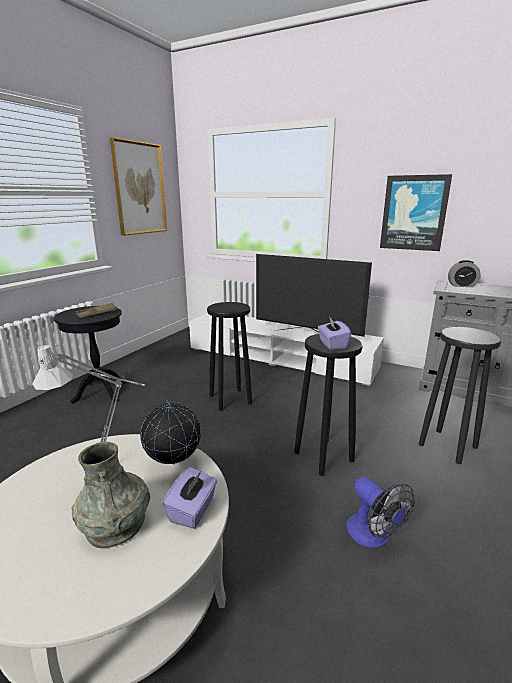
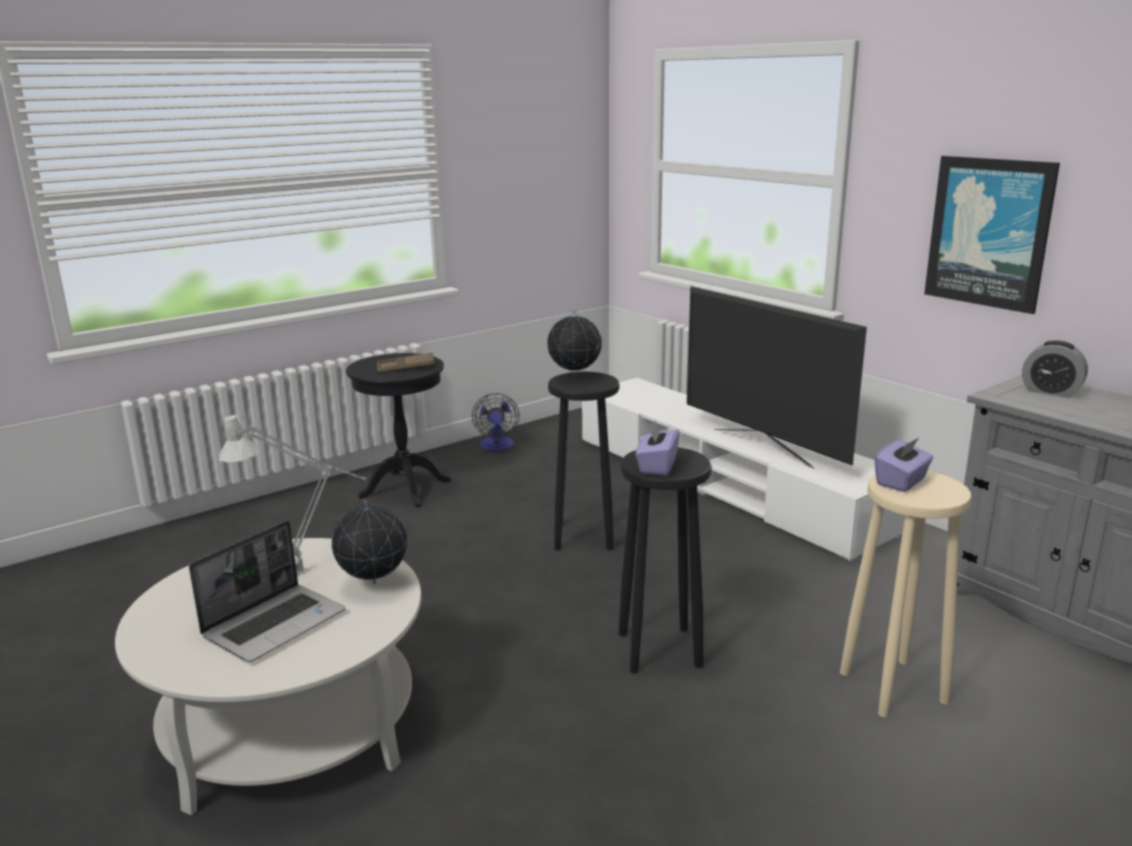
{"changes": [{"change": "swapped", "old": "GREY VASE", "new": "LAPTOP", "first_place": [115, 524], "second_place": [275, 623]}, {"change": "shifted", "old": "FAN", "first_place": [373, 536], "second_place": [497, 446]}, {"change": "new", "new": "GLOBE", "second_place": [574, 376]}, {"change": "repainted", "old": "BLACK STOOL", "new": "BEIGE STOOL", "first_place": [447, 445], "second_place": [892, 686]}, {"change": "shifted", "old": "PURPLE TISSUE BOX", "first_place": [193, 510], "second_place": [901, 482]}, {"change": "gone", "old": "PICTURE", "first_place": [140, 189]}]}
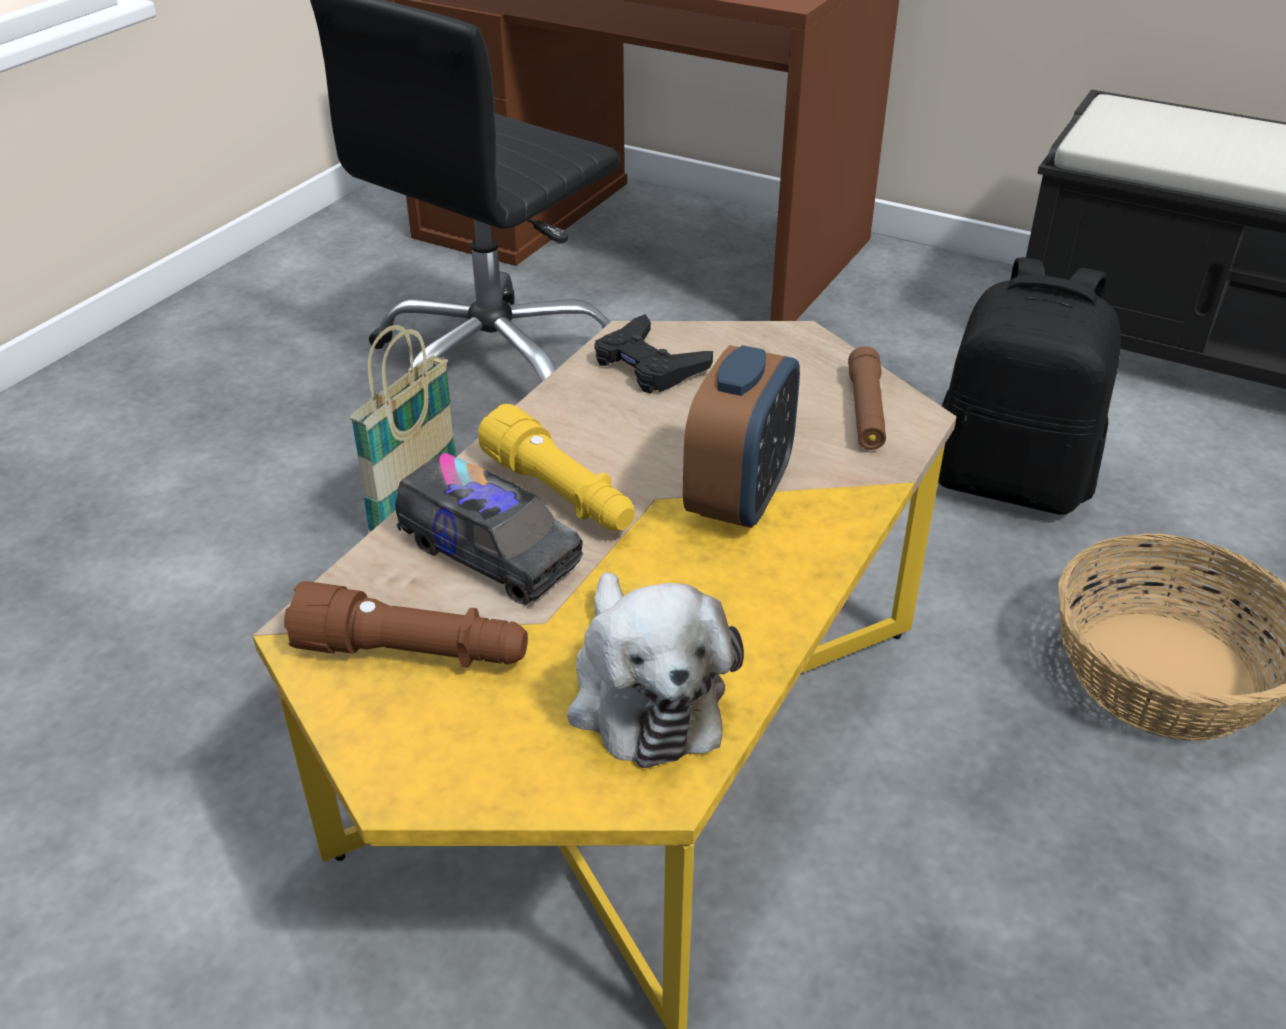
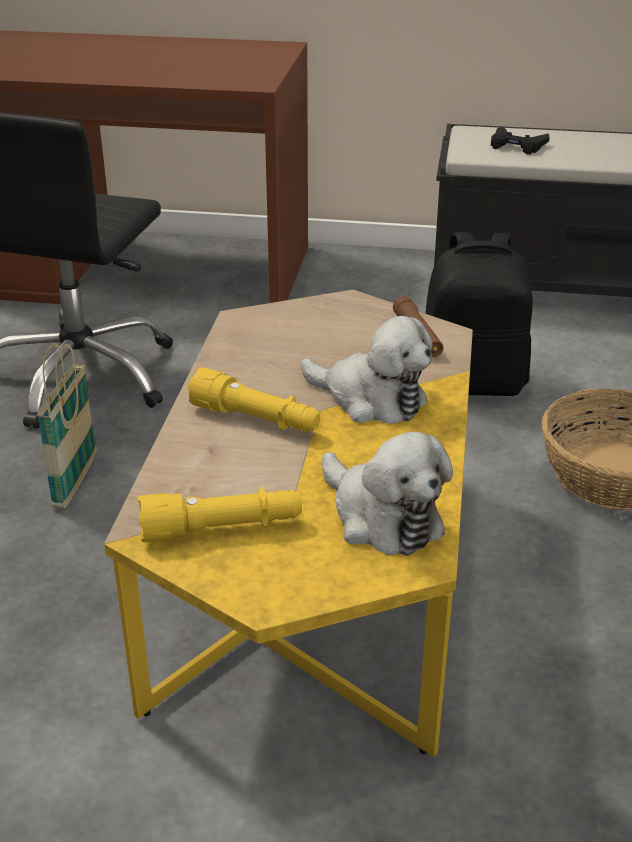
{"changes": [{"change": "repainted", "old": "BROWN FLASHLIGHT", "new": "YELLOW FLASHLIGHT", "first_place": [413, 653], "second_place": [222, 529]}, {"change": "swapped", "old": "ALARM CLOCK", "new": "PLUSH TOY", "first_place": [739, 498], "second_place": [371, 399]}, {"change": "shifted", "old": "BLACK GAME CONTROLLER", "first_place": [649, 365], "second_place": [517, 146]}, {"change": "gone", "old": "TOY TRUCK", "first_place": [490, 553]}]}
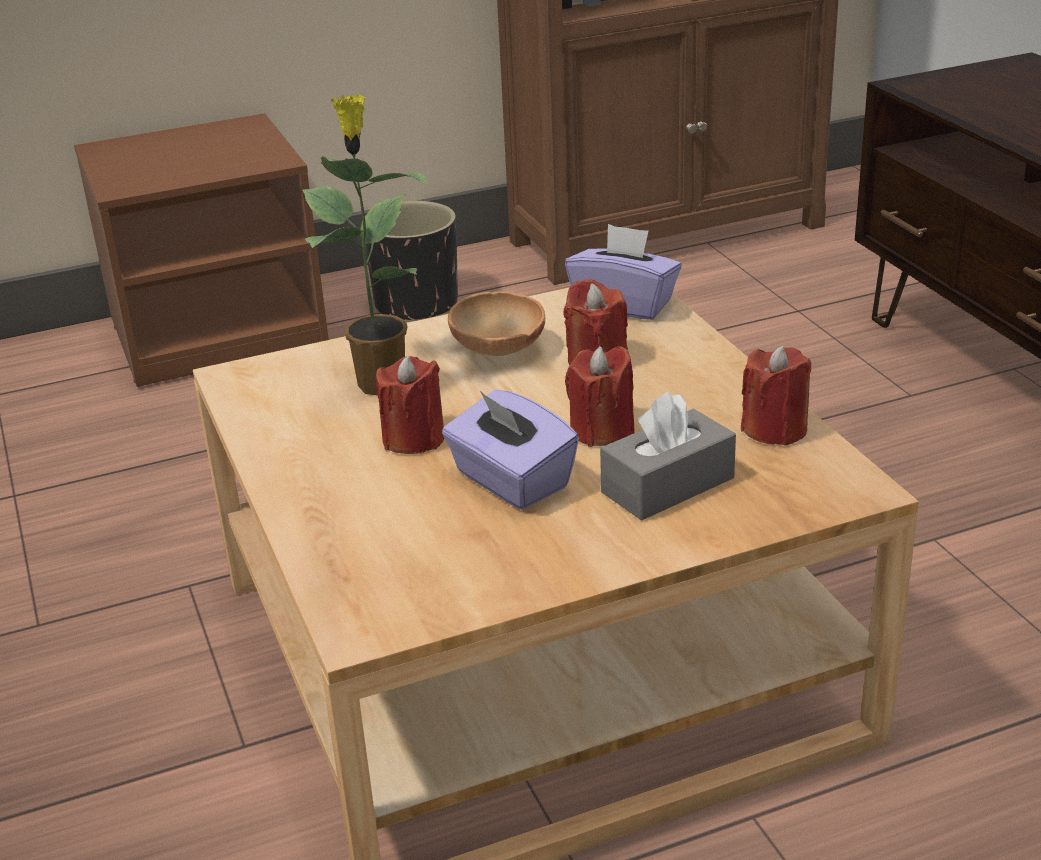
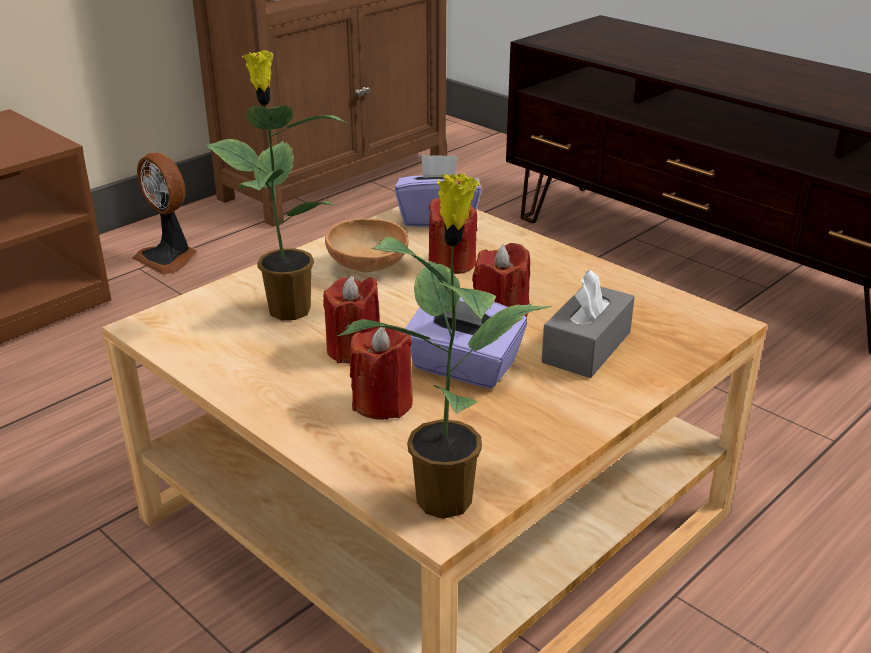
{"changes": [{"change": "swapped", "old": "BLACK PLANTER", "new": "FAN", "first_place": [417, 305], "second_place": [169, 258]}, {"change": "new", "new": "POTTED PLANT", "second_place": [446, 497]}, {"change": "shifted", "old": "RED CANDLE", "first_place": [775, 429], "second_place": [383, 403]}]}
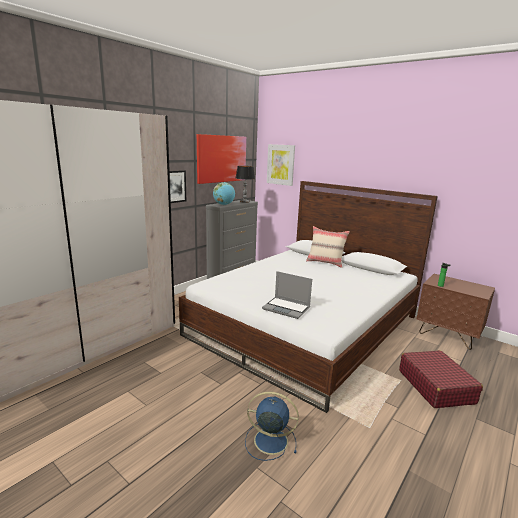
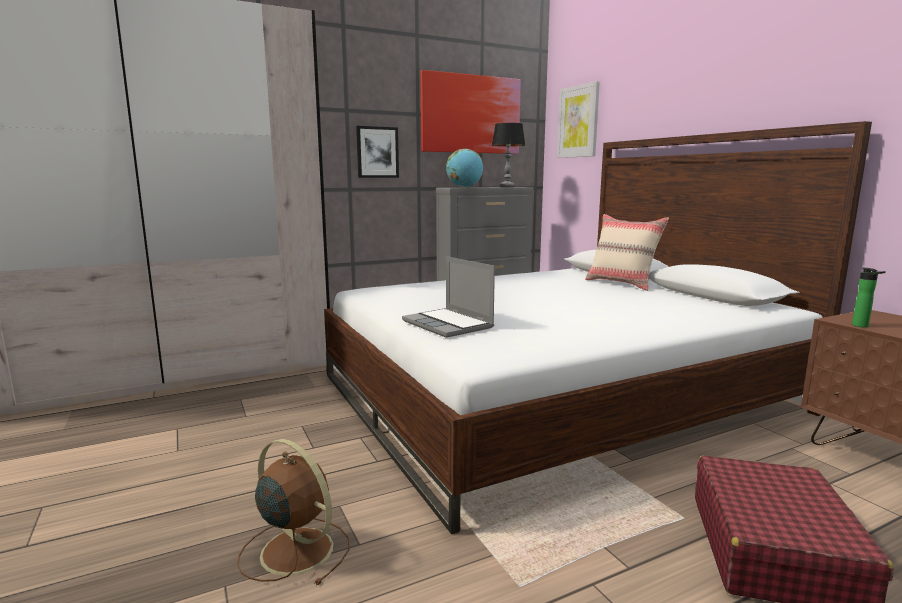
{"changes": [{"change": "repainted", "old": "BLUE FAN", "new": "BROWN FAN", "first_place": [269, 440], "second_place": [294, 549]}]}
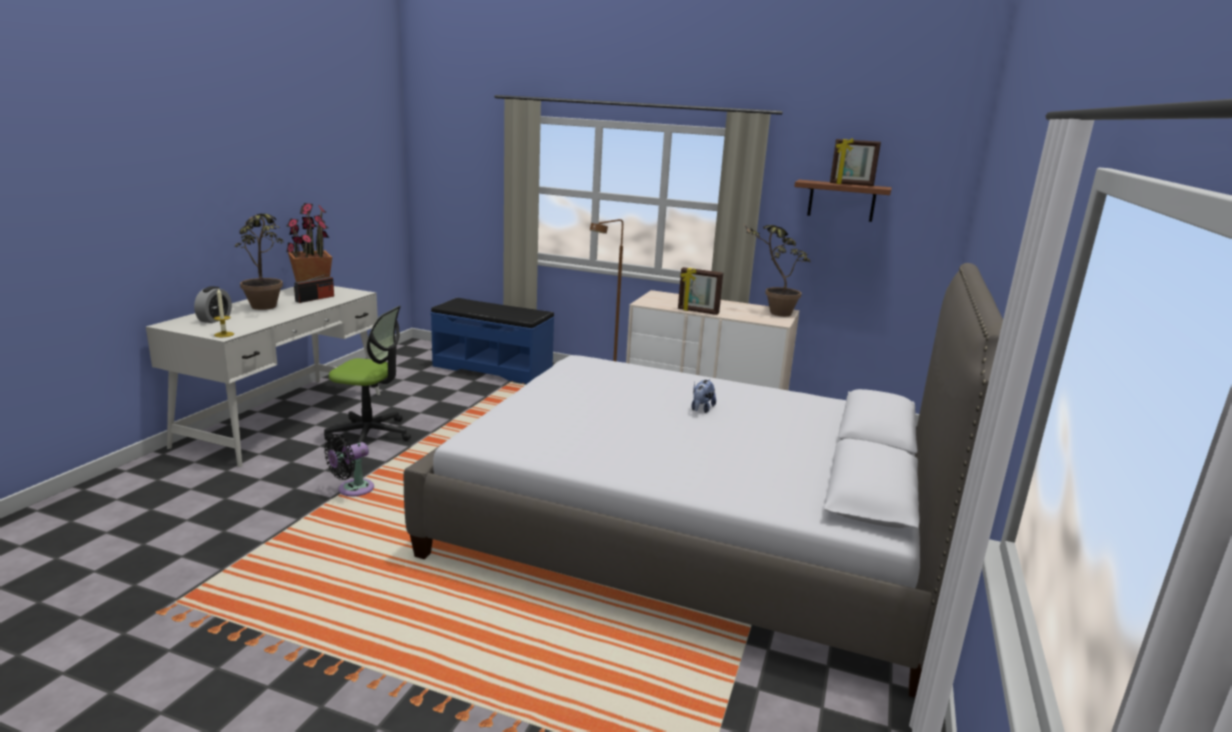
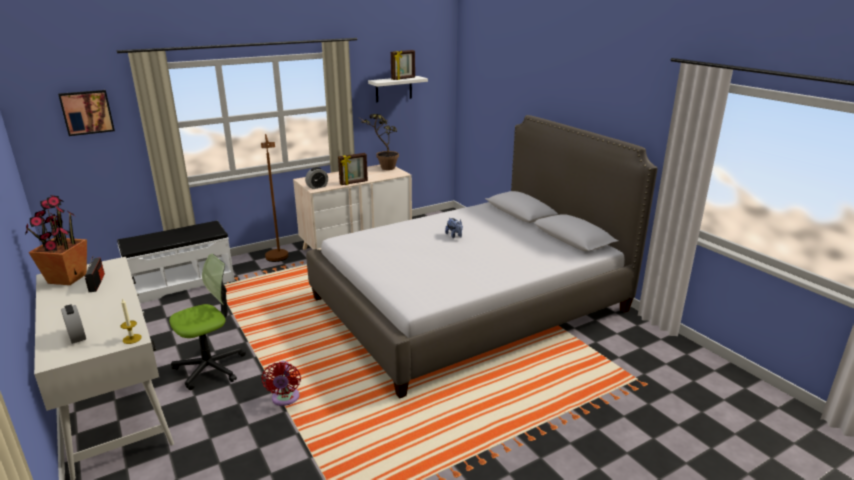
{"changes": [{"change": "new", "new": "PICTURE", "second_place": [87, 112]}, {"change": "repainted", "old": "BLUE BENCH", "new": "WHITE BENCH", "first_place": [493, 368], "second_place": [181, 283]}, {"change": "repainted", "old": "BLACK FAN", "new": "RED FAN", "first_place": [352, 490], "second_place": [285, 399]}, {"change": "new", "new": "ALARM CLOCK", "second_place": [317, 187]}, {"change": "repainted", "old": "BROWN SHELF", "new": "WHITE SHELF", "first_place": [841, 201], "second_place": [393, 89]}, {"change": "gone", "old": "POTTED PLANT", "first_place": [267, 308]}]}
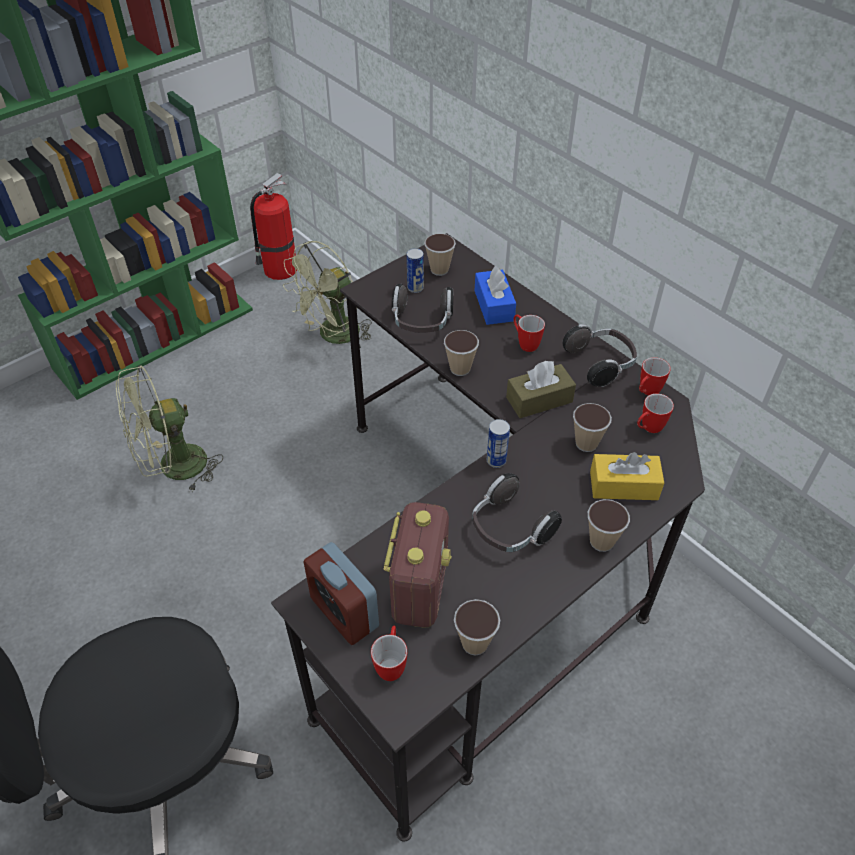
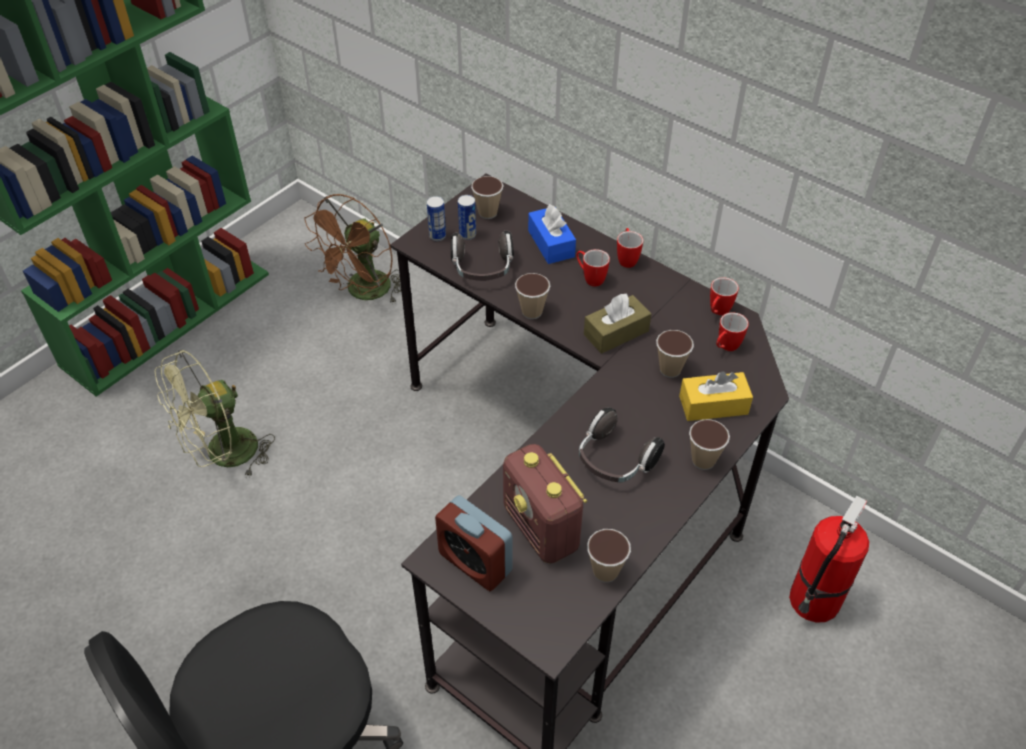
{"changes": [{"change": "repainted", "old": "GREEN FAN", "new": "BROWN FAN", "first_place": [333, 336], "second_place": [363, 293]}, {"change": "shifted", "old": "CAN", "first_place": [496, 460], "second_place": [437, 236]}, {"change": "rotated", "old": "RADIO", "first_place": [419, 588], "second_place": [541, 529], "degrees": 150}, {"change": "shifted", "old": "MUG", "first_place": [391, 663], "second_place": [627, 258]}, {"change": "shifted", "old": "FIRE EXTINGUISHER", "first_place": [279, 270], "second_place": [813, 602]}, {"change": "gone", "old": "HEADPHONES", "first_place": [600, 364]}]}
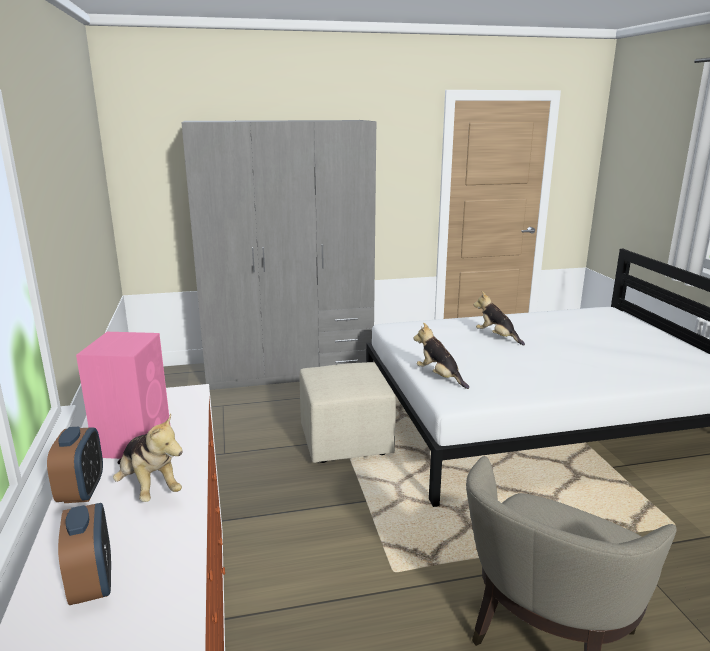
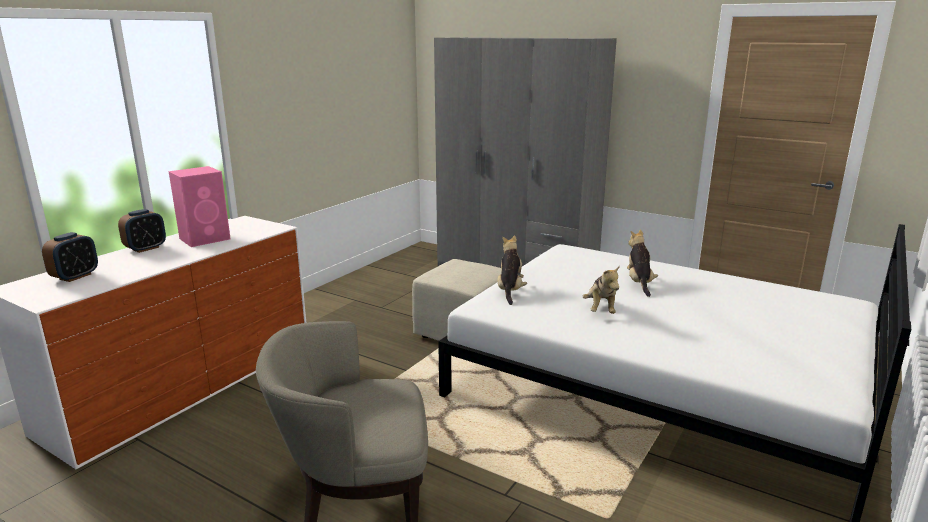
{"changes": [{"change": "shifted", "old": "PLUSH TOY", "first_place": [149, 488], "second_place": [600, 309]}]}
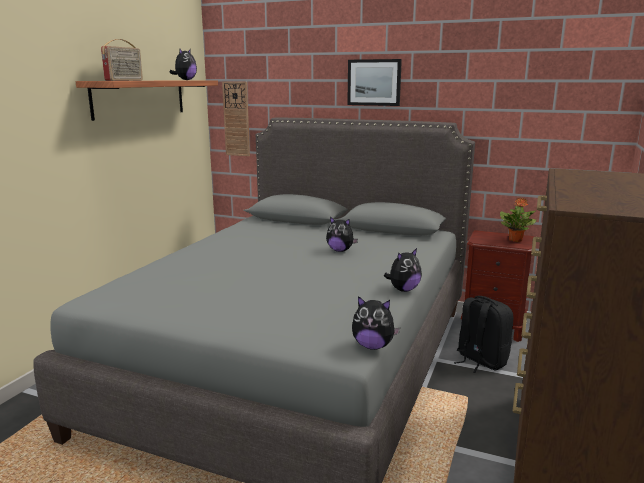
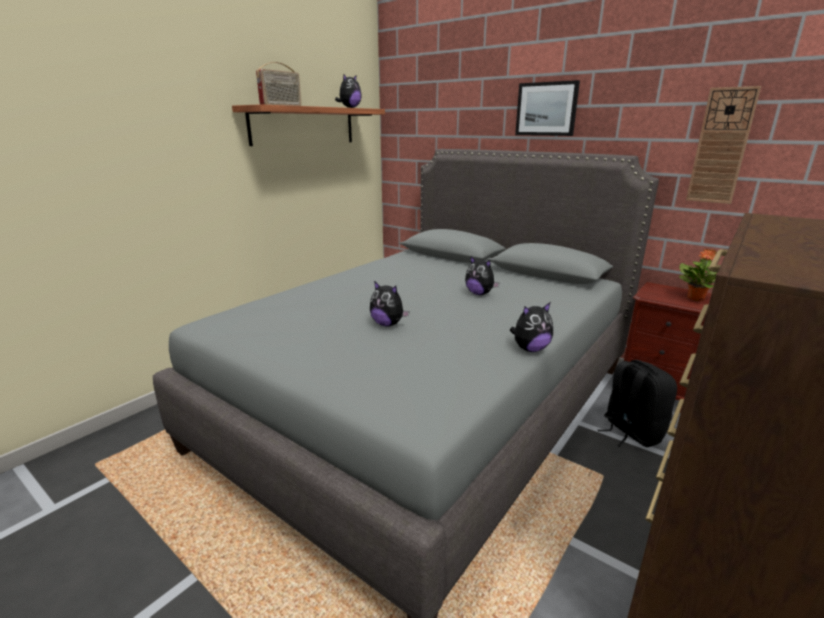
{"changes": [{"change": "shifted", "old": "PLUSH TOY", "first_place": [373, 346], "second_place": [388, 324]}, {"change": "shifted", "old": "WALL CLOCK", "first_place": [236, 119], "second_place": [721, 146]}]}
